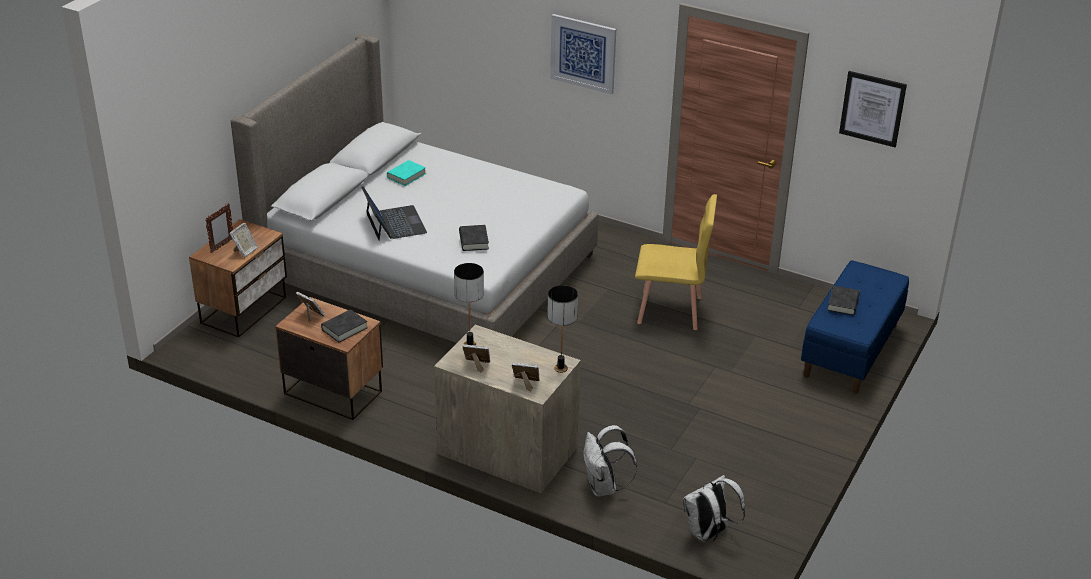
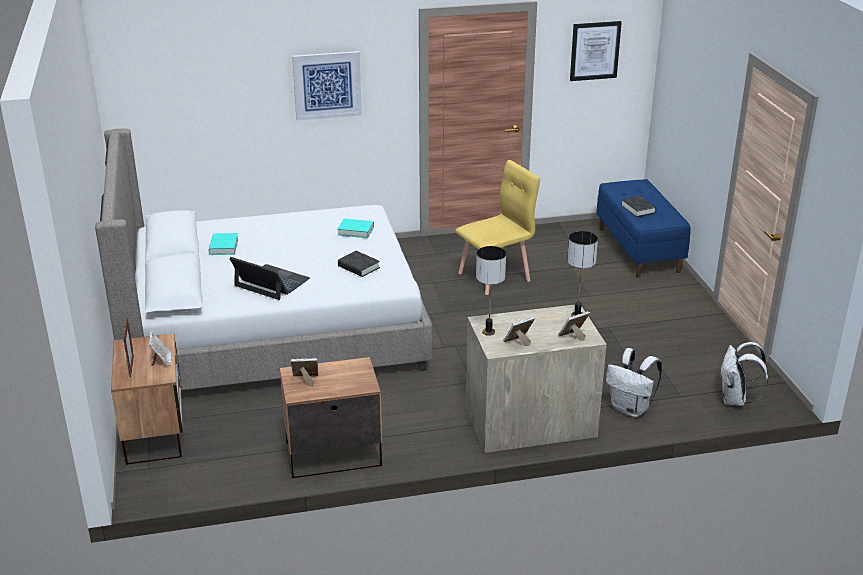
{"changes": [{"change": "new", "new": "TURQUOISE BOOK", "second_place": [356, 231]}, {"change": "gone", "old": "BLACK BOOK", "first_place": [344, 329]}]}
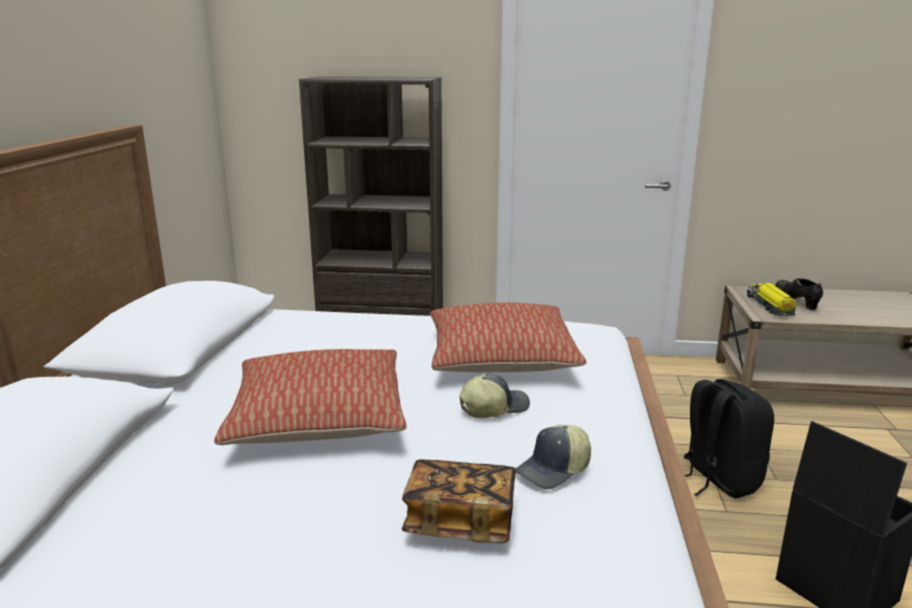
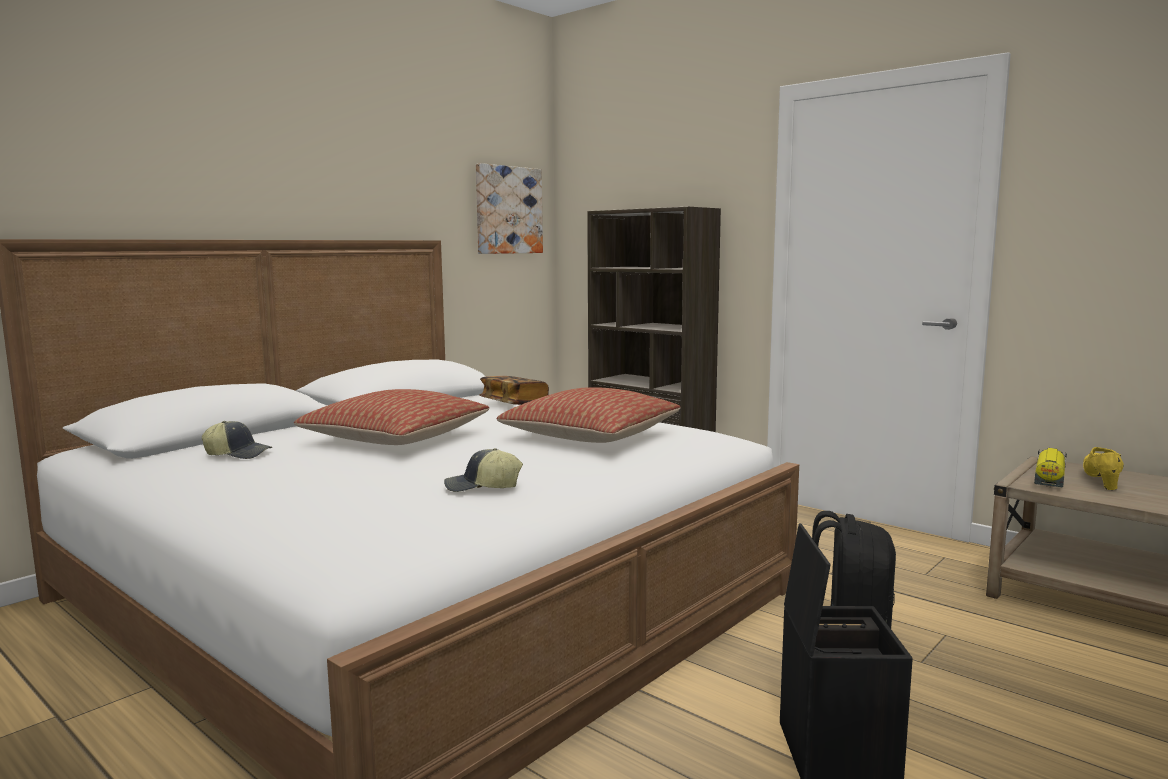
{"changes": [{"change": "shifted", "old": "CAP", "first_place": [493, 408], "second_place": [238, 454]}, {"change": "new", "new": "PICTURE", "second_place": [508, 210]}, {"change": "shifted", "old": "BOOK", "first_place": [460, 521], "second_place": [513, 404]}, {"change": "repainted", "old": "BLACK SHOE", "new": "YELLOW SHOE", "first_place": [796, 302], "second_place": [1101, 481]}]}
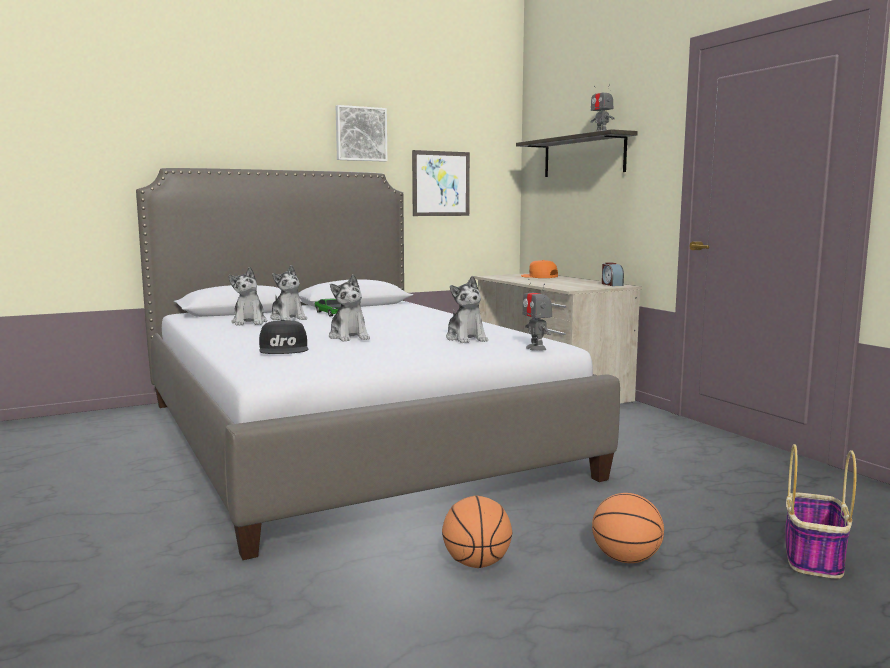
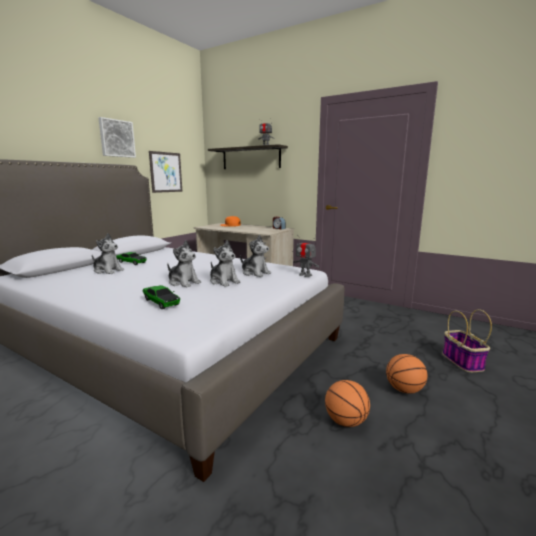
{"changes": [{"change": "swapped", "old": "BLACK CAP", "new": "TOY CAR", "first_place": [284, 348], "second_place": [161, 302]}, {"change": "shifted", "old": "PLUSH TOY", "first_place": [249, 322], "second_place": [224, 281]}]}
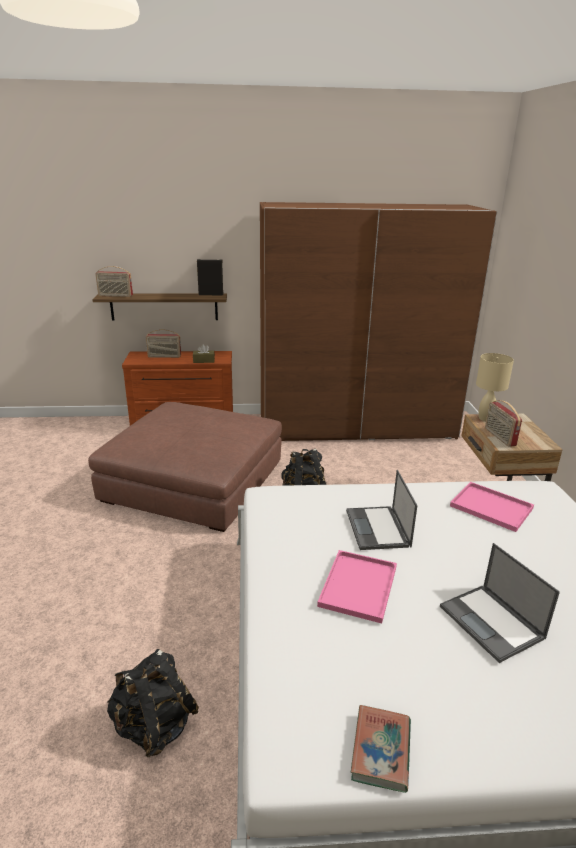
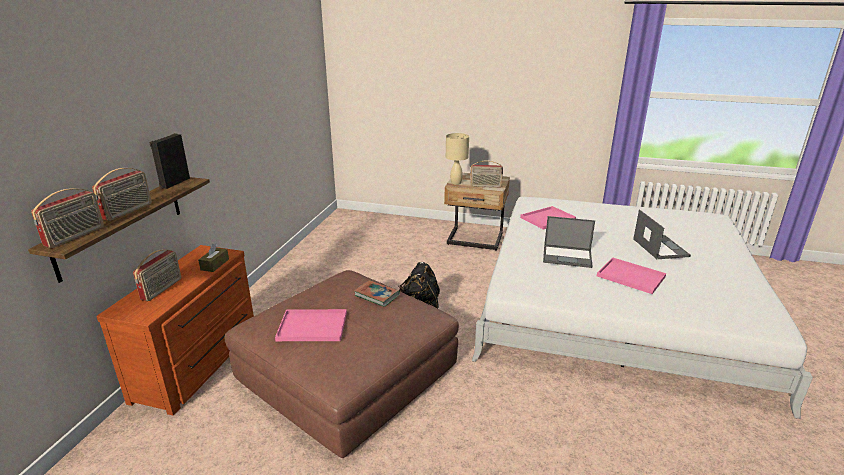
{"changes": [{"change": "new", "new": "RADIO", "second_place": [128, 211]}, {"change": "new", "new": "PINK TRAY", "second_place": [314, 326]}, {"change": "shifted", "old": "BOOK", "first_place": [381, 751], "second_place": [377, 295]}, {"change": "rotated", "old": "LAPTOP", "first_place": [492, 623], "second_place": [659, 247], "degrees": -90}, {"change": "gone", "old": "BLACK BACKPACK", "first_place": [154, 726]}, {"change": "gone", "old": "BROWN WARDROBE", "first_place": [356, 426]}]}
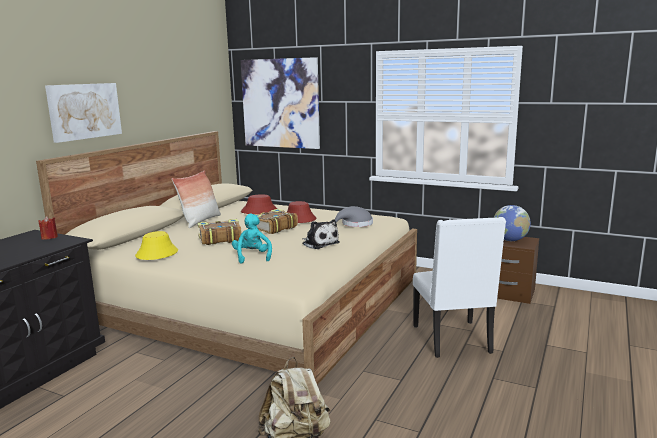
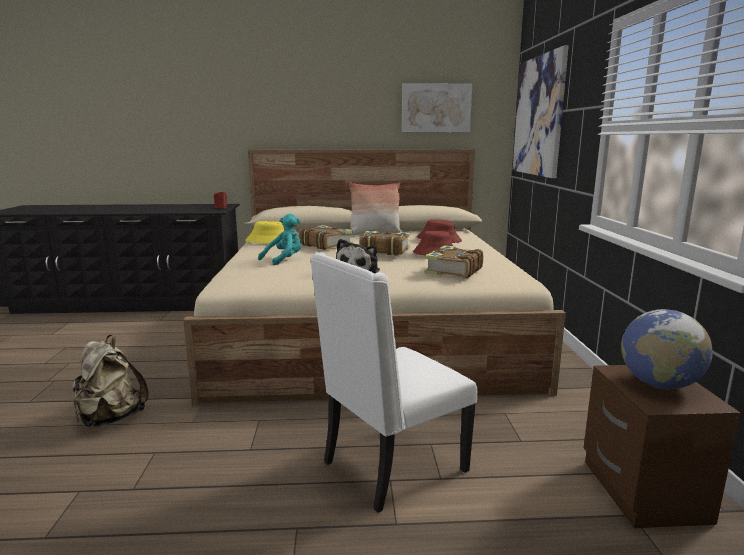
{"changes": [{"change": "shifted", "old": "PICTURE", "first_place": [84, 111], "second_place": [436, 108]}, {"change": "swapped", "old": "GREY HAT", "new": "BOOK", "first_place": [355, 224], "second_place": [453, 271]}]}
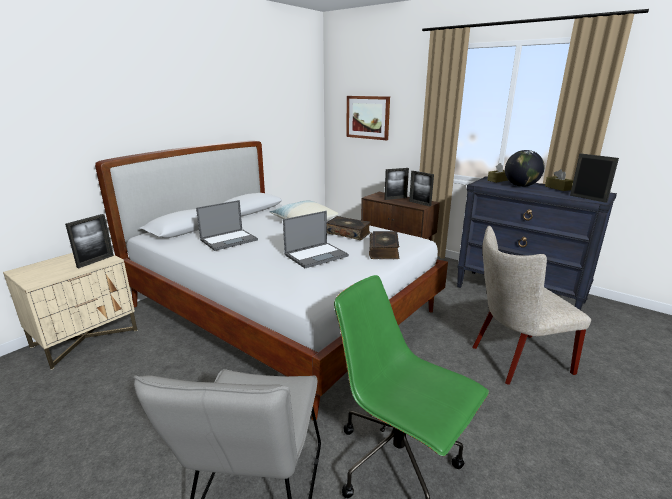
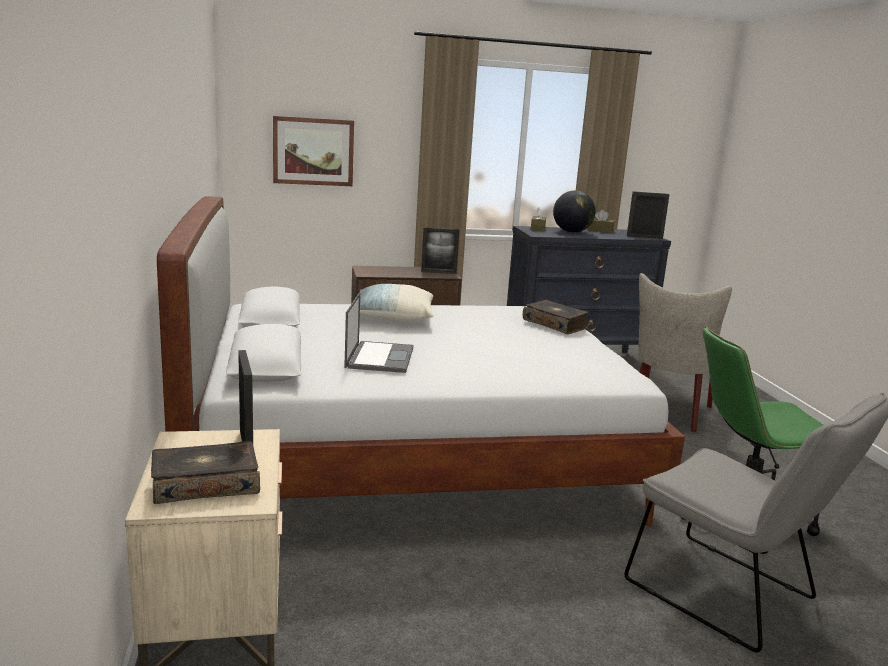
{"changes": [{"change": "shifted", "old": "BOOK", "first_place": [348, 233], "second_place": [205, 484]}, {"change": "gone", "old": "LAPTOP", "first_place": [316, 255]}, {"change": "gone", "old": "PICTURE FRAME", "first_place": [395, 198]}]}
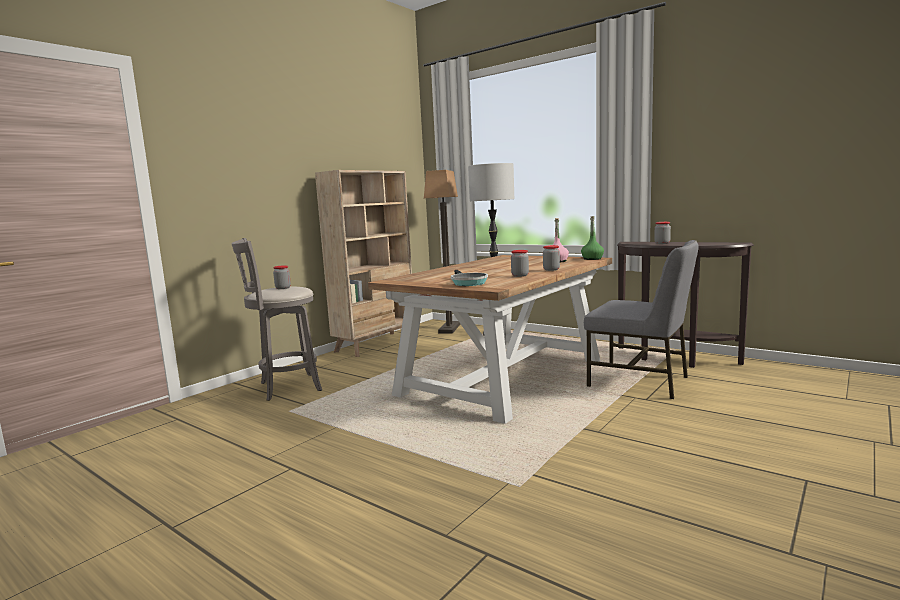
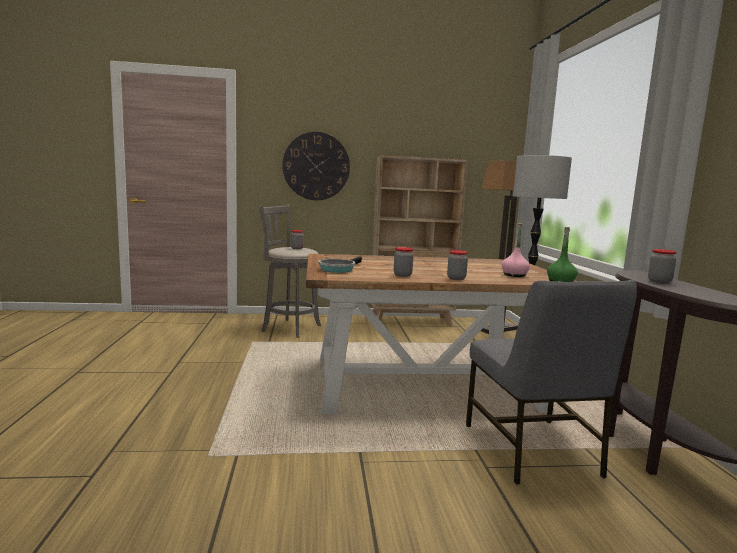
{"changes": [{"change": "new", "new": "WALL CLOCK", "second_place": [316, 166]}]}
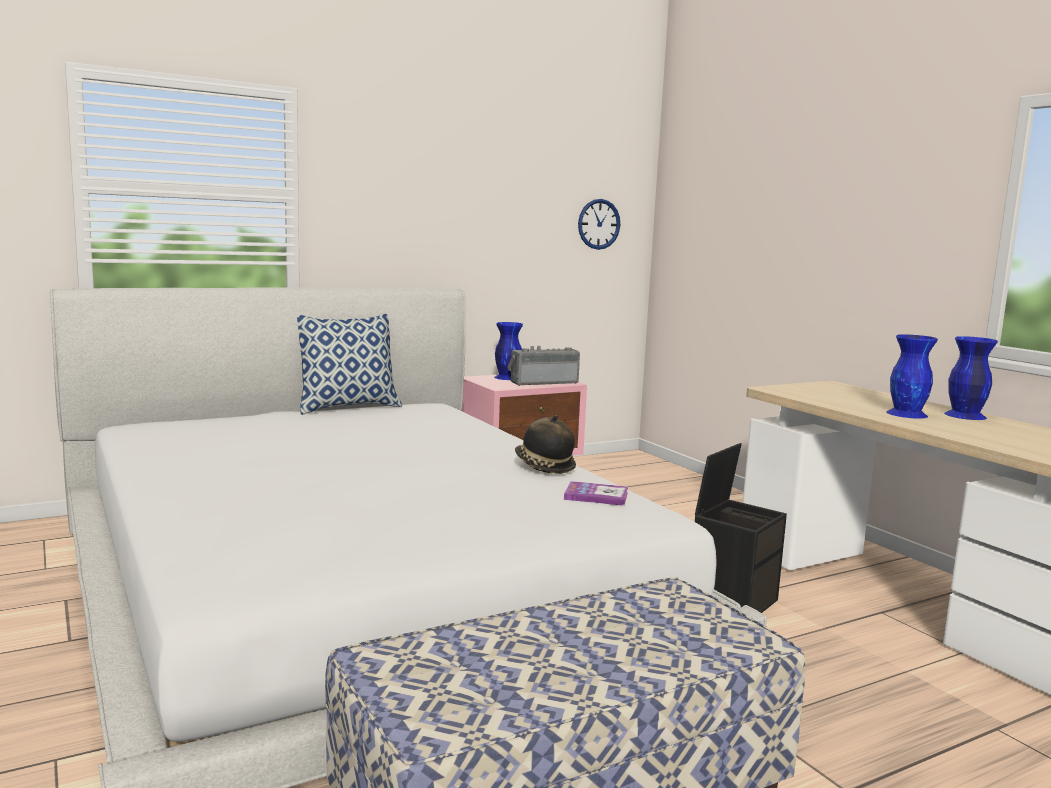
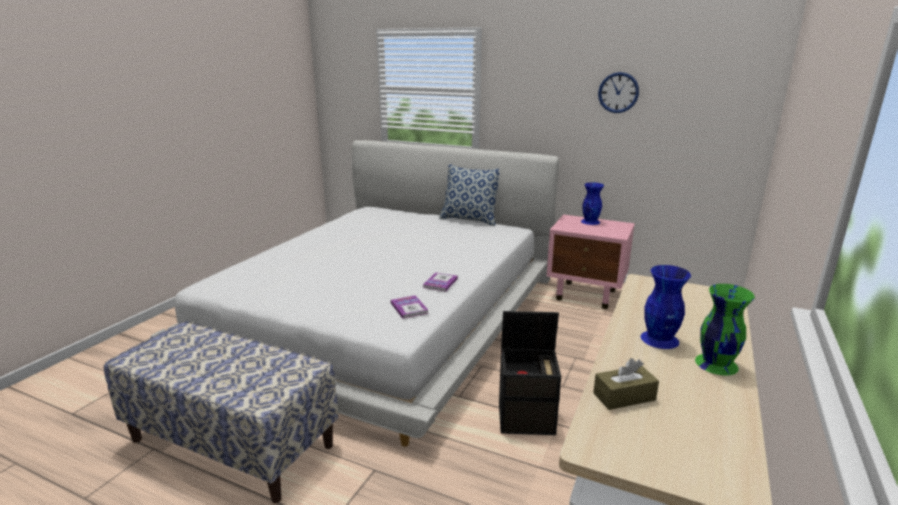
{"changes": [{"change": "swapped", "old": "HAT", "new": "BOOK", "first_place": [543, 466], "second_place": [440, 283]}, {"change": "new", "new": "BROWN TISSUE BOX", "second_place": [624, 397]}, {"change": "shifted", "old": "WALL CLOCK", "first_place": [598, 224], "second_place": [618, 92]}, {"change": "repainted", "old": "BLUE VASE", "new": "GREEN VASE", "first_place": [964, 415], "second_place": [715, 363]}, {"change": "gone", "old": "RADIO", "first_place": [543, 382]}]}
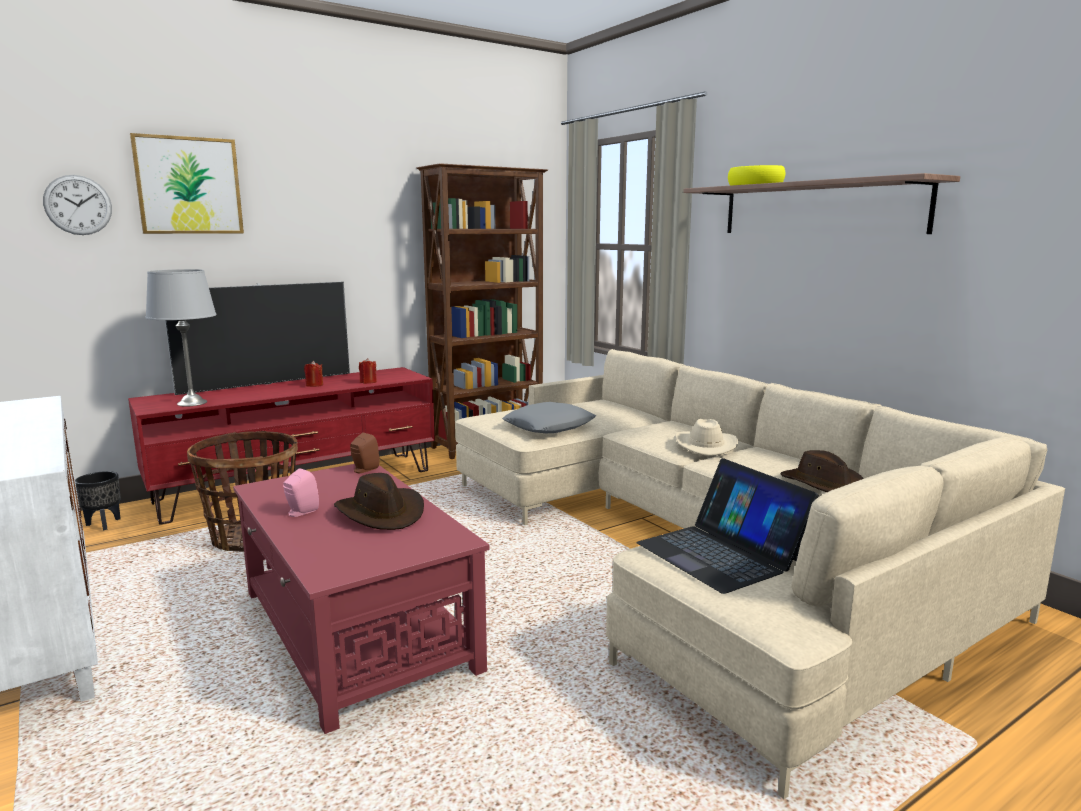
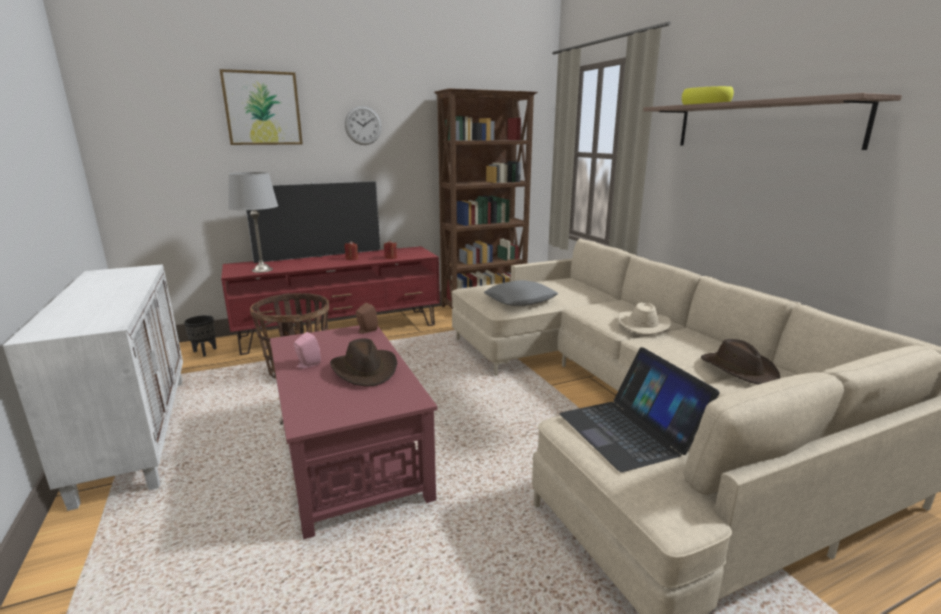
{"changes": [{"change": "shifted", "old": "WALL CLOCK", "first_place": [78, 205], "second_place": [363, 125]}]}
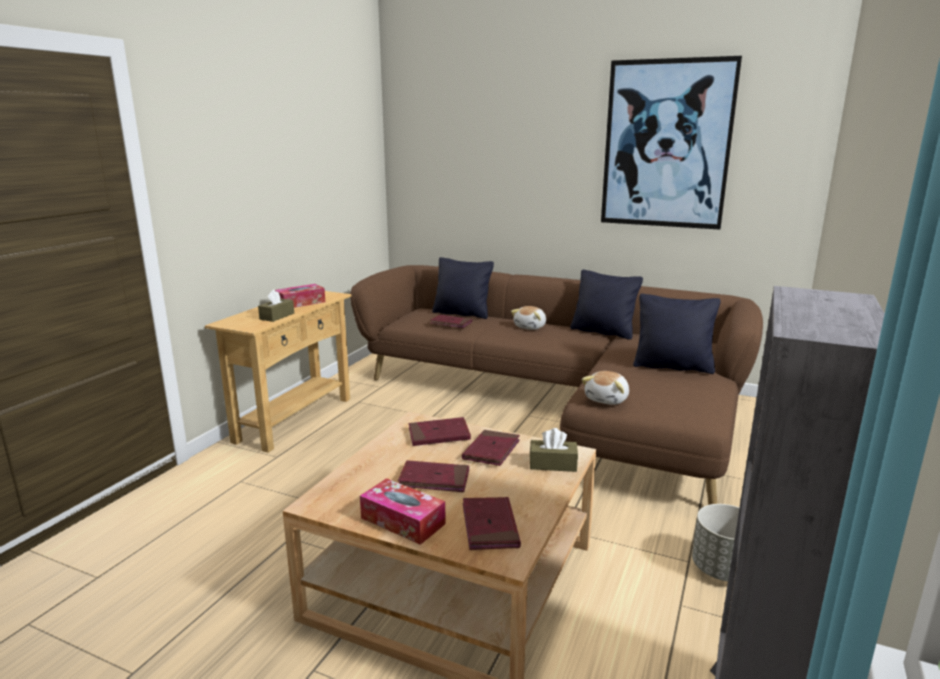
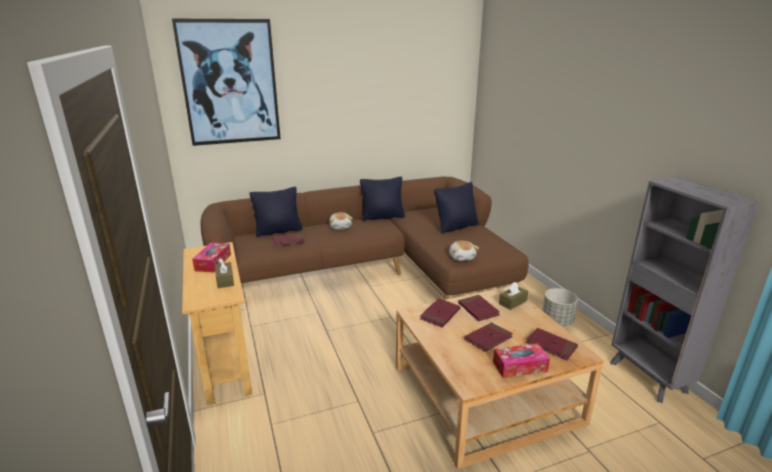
{"changes": [{"change": "shifted", "old": "PICTURE", "first_place": [666, 145], "second_place": [230, 83]}]}
